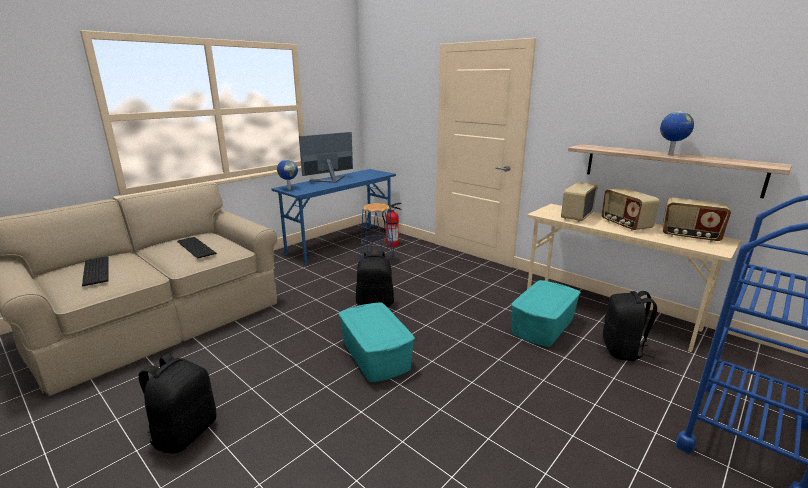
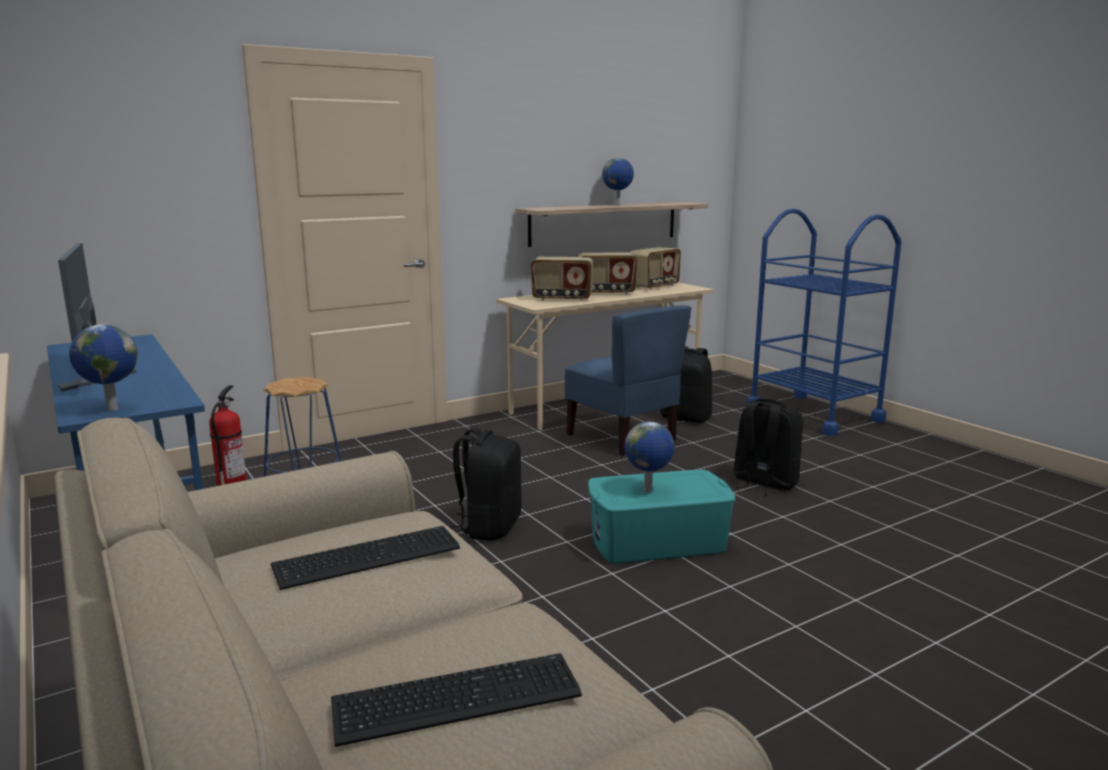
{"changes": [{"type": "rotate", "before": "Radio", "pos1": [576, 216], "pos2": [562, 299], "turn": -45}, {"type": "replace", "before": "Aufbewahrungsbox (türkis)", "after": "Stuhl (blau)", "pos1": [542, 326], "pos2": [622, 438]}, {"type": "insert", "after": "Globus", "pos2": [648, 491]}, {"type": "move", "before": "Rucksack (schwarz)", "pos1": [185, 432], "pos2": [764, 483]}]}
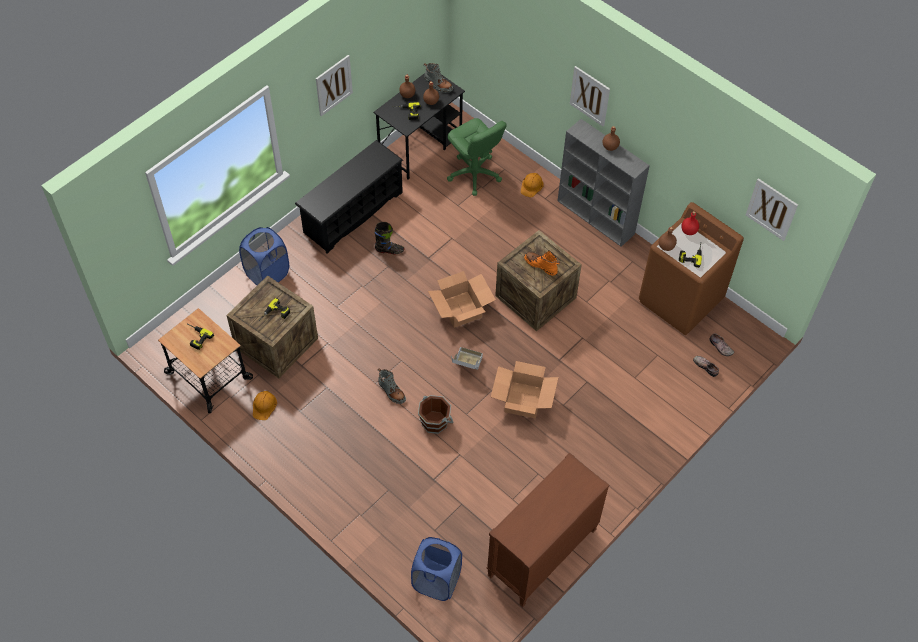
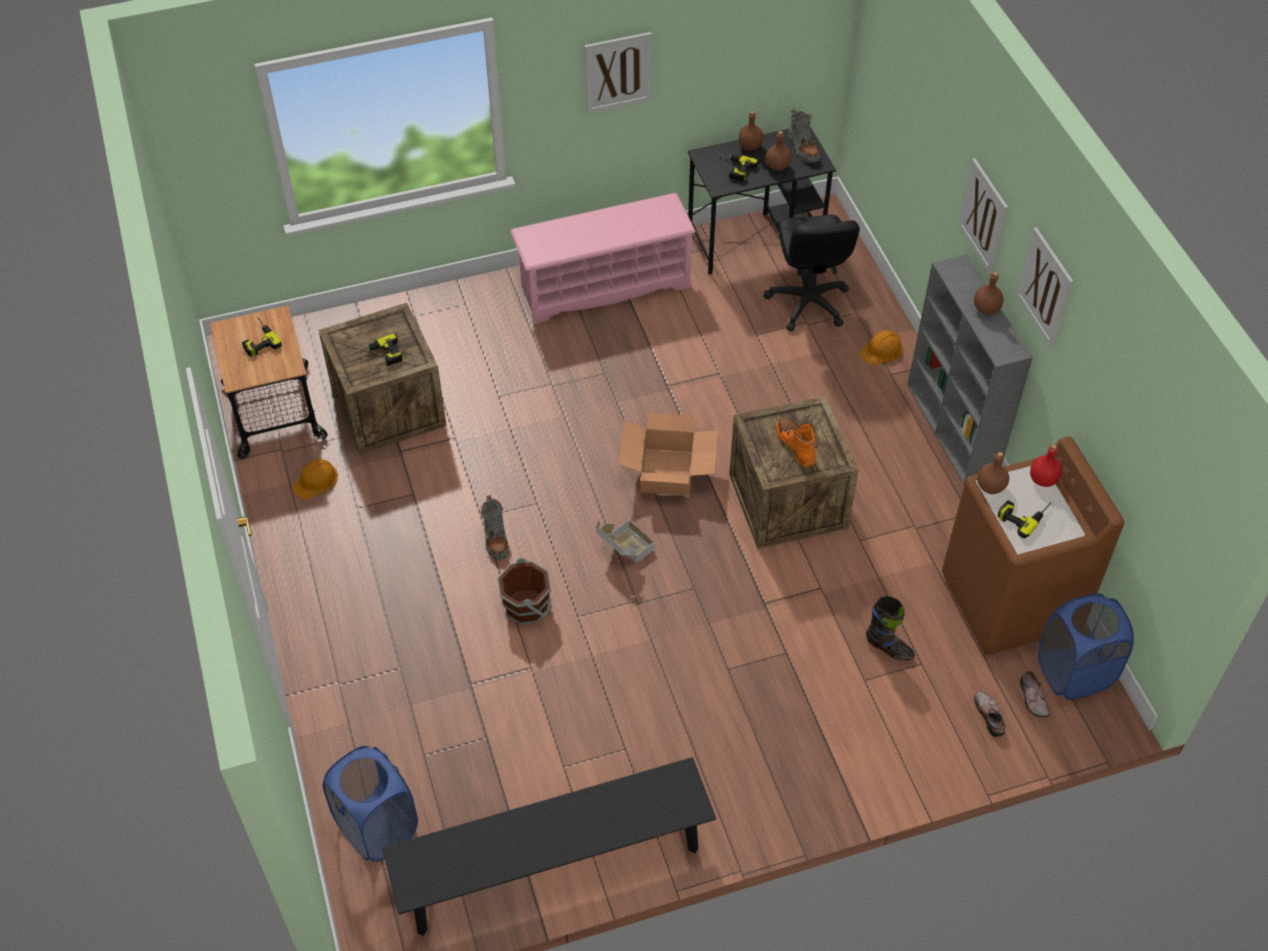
{"changes": [{"type": "replace", "before": "Kommode (braun)", "after": "Bank (schwarz)", "pos1": [542, 554], "pos2": [553, 868]}, {"type": "recolor", "before": "Schuhregal (schwarz)", "after": "Schuhregal (rosa)", "pos1": [352, 212], "pos2": [604, 286]}, {"type": "recolor", "before": "Bürostuhl (grün)", "after": "Bürostuhl (schwarz)", "pos1": [474, 174], "pos2": [807, 303]}, {"type": "move", "before": "Stiefel (schwarz)", "pos1": [389, 250], "pos2": [889, 648]}, {"type": "move", "before": "Bild", "pos1": [771, 209], "pos2": [1045, 288]}, {"type": "move", "before": "Wäschekorb (blau)", "pos1": [267, 273], "pos2": [1074, 672]}, {"type": "delete", "before": "Karton", "pos1": [523, 400]}]}
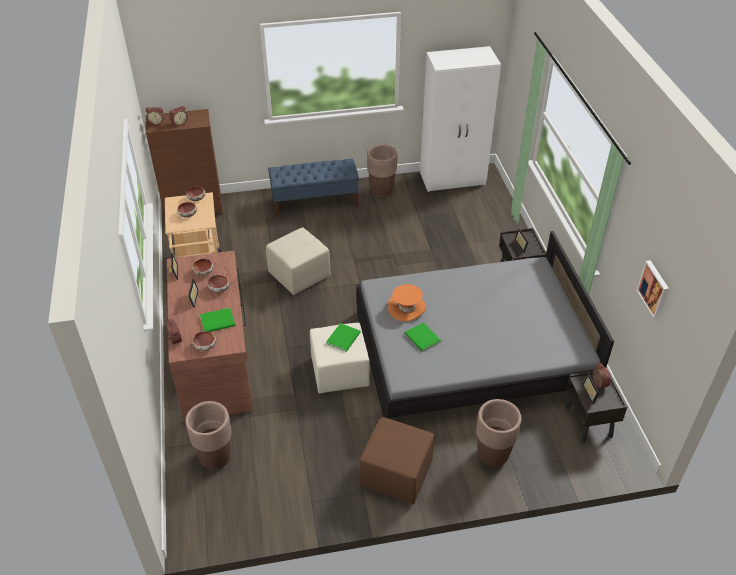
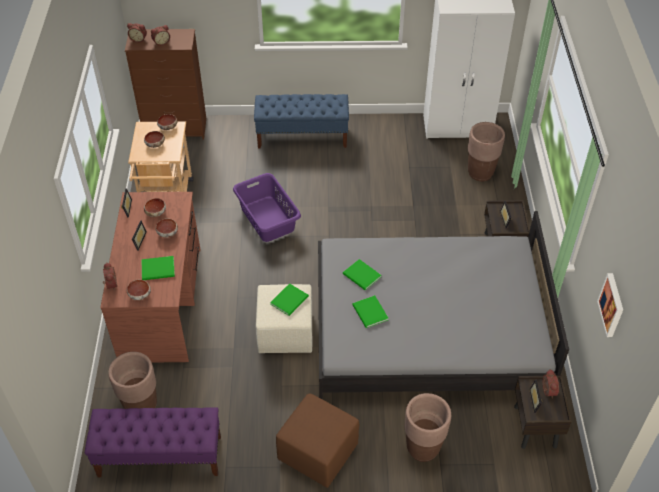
{"changes": [{"type": "insert", "after": "Bank (lila)", "pos2": [159, 456]}, {"type": "replace", "before": "Polsterhocker (beige)", "after": "Wäschekorb (lila)", "pos1": [299, 276], "pos2": [267, 219]}, {"type": "replace", "before": "Hut (orange)", "after": "Buch (grün)", "pos1": [406, 308], "pos2": [362, 276]}, {"type": "move", "before": "Pflanzkübel (braun)", "pos1": [381, 192], "pos2": [480, 173]}]}
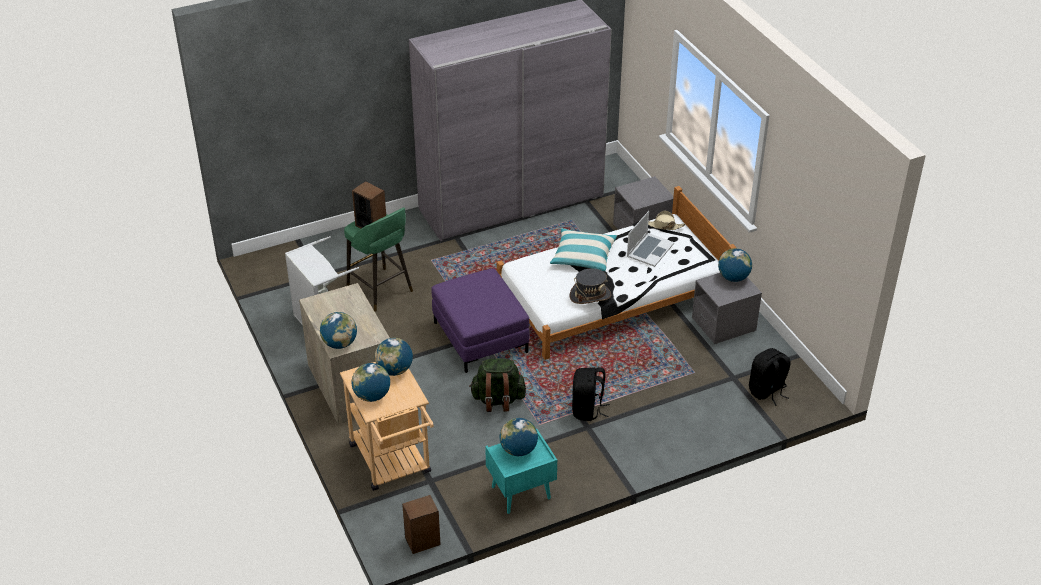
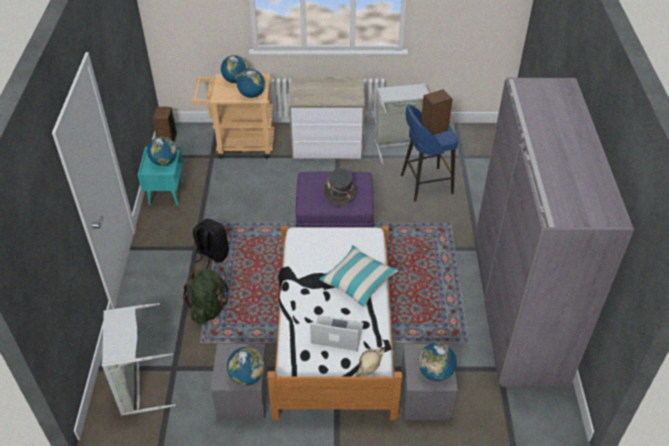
{"changes": [{"type": "replace", "before": "Rucksack (schwarz)", "after": "Wäschekorb (grau)", "pos1": [767, 391], "pos2": [139, 385]}, {"type": "move", "before": "Rucksack (grün)", "pos1": [498, 400], "pos2": [210, 308]}, {"type": "rotate", "before": "Laptop", "pos1": [650, 250], "pos2": [337, 334], "turn": 135}, {"type": "move", "before": "Hut (grau)", "pos1": [590, 295], "pos2": [340, 194]}, {"type": "recolor", "before": "Hocker (grün)", "after": "Hocker (blau)", "pos1": [381, 291], "pos2": [424, 184]}, {"type": "move", "before": "Globus", "pos1": [340, 343], "pos2": [435, 372]}]}
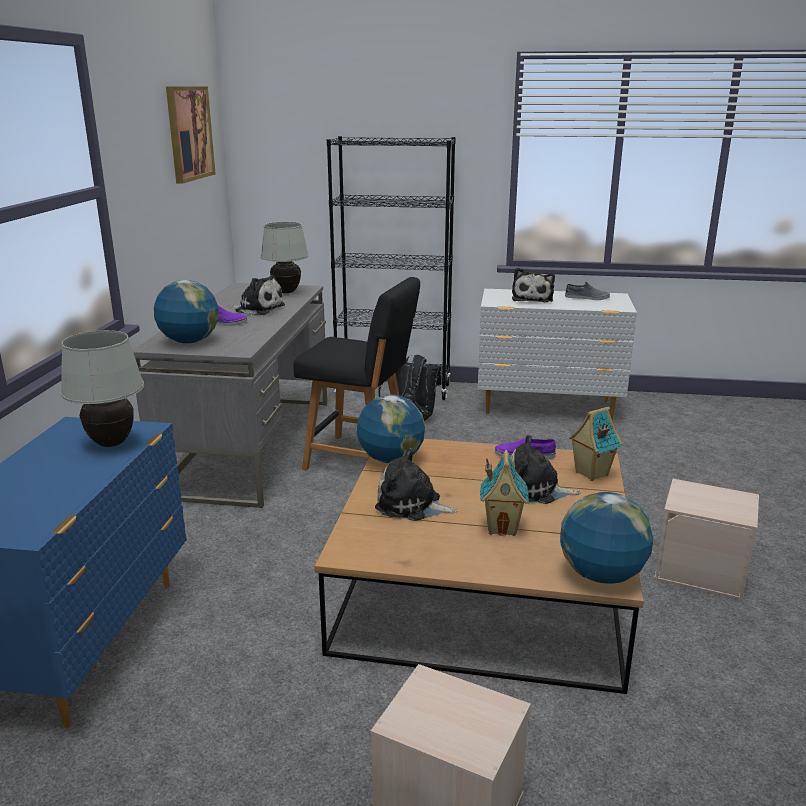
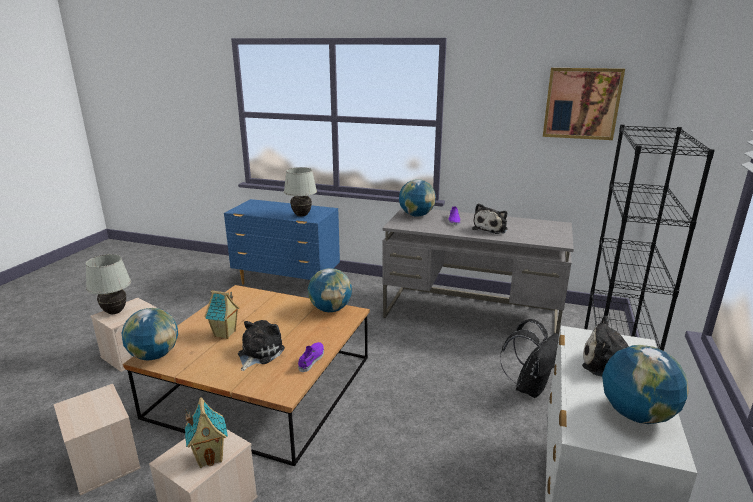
{"changes": [{"type": "insert", "after": "Aufbewahrungsbox (beige)", "pos2": [105, 461]}, {"type": "move", "before": "Tischlampe (weiß)", "pos1": [286, 292], "pos2": [115, 312]}, {"type": "move", "before": "Spielzeughaus", "pos1": [590, 474], "pos2": [210, 456]}, {"type": "replace", "before": "Schuh (grau)", "after": "Globus", "pos1": [587, 298], "pos2": [636, 414]}, {"type": "delete", "before": "Stuhl (schwarz)", "pos1": [360, 459]}, {"type": "delete", "before": "Plüschtier", "pos1": [412, 505]}]}
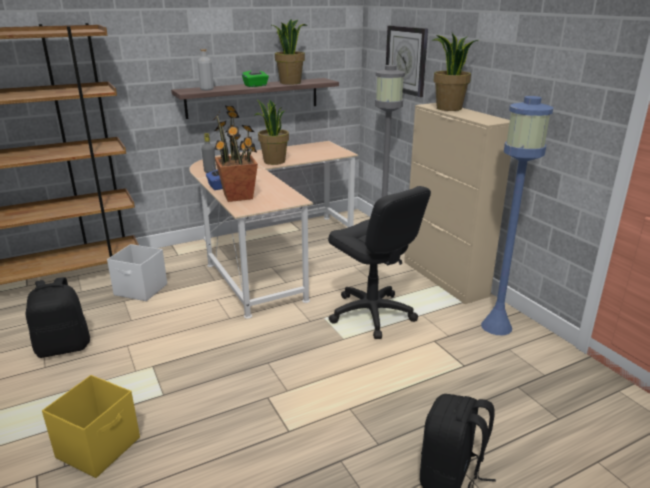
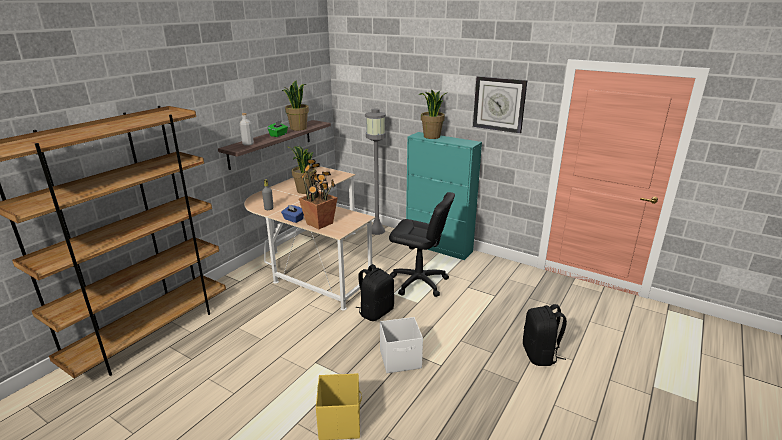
{"changes": [{"type": "move", "before": "Rucksack (schwarz)", "pos1": [64, 347], "pos2": [376, 312]}, {"type": "move", "before": "Aufbewahrungsbox (weiß)", "pos1": [141, 290], "pos2": [401, 359]}, {"type": "recolor", "before": "Schrank (beige)", "after": "Schrank (türkis)", "pos1": [444, 278], "pos2": [439, 247]}, {"type": "move", "before": "Wanduhr", "pos1": [406, 60], "pos2": [499, 104]}, {"type": "delete", "before": "Stehlampe (blau)", "pos1": [497, 326]}]}
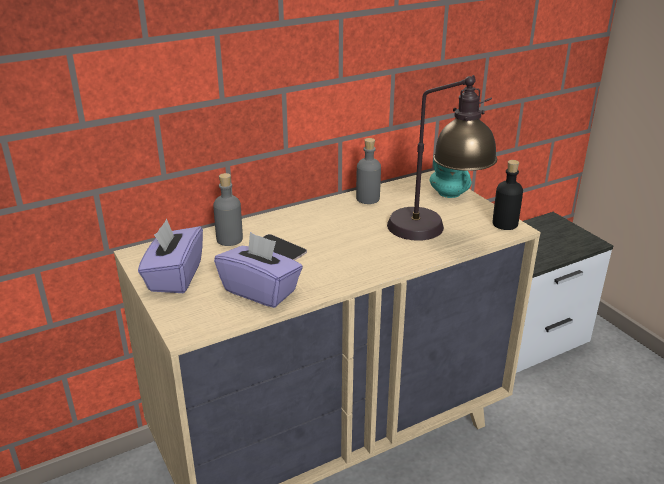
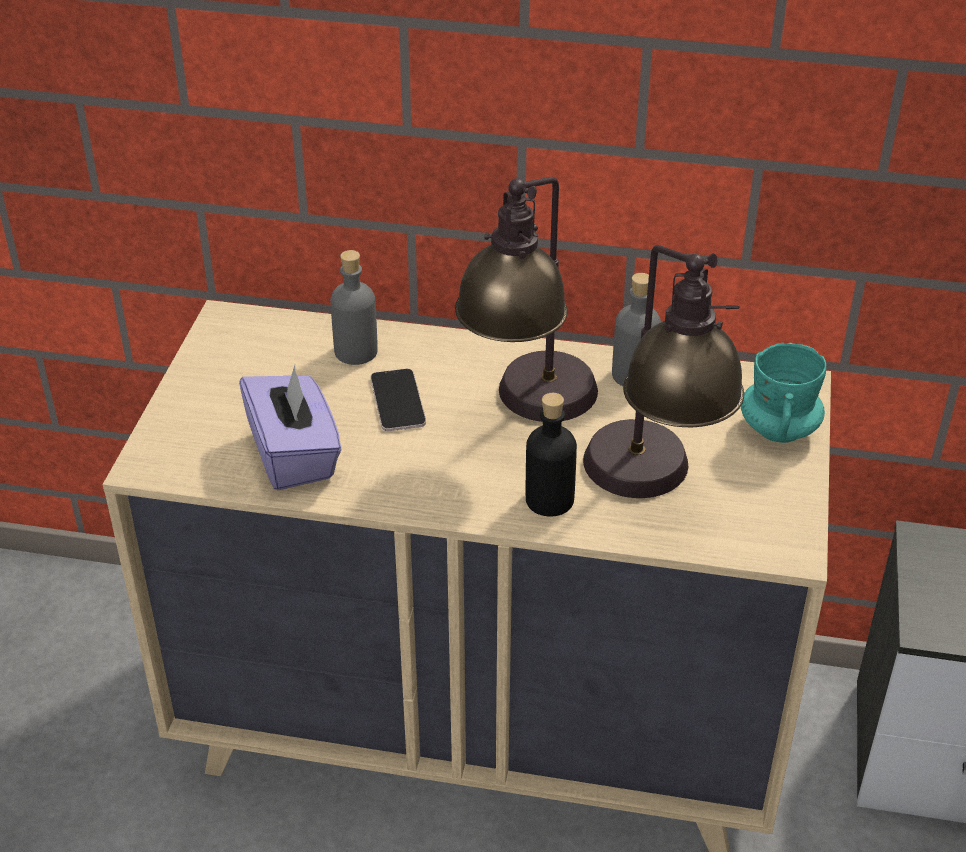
{"changes": [{"type": "insert", "after": "Tischlampe", "pos2": [529, 412]}, {"type": "move", "before": "Flasche (schwarz)", "pos1": [505, 224], "pos2": [549, 500]}, {"type": "delete", "before": "Taschentuchbox (lila)", "pos1": [174, 277]}]}
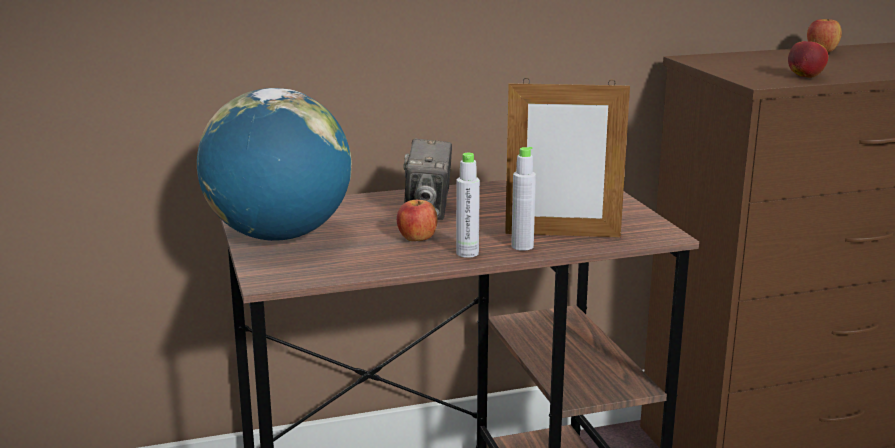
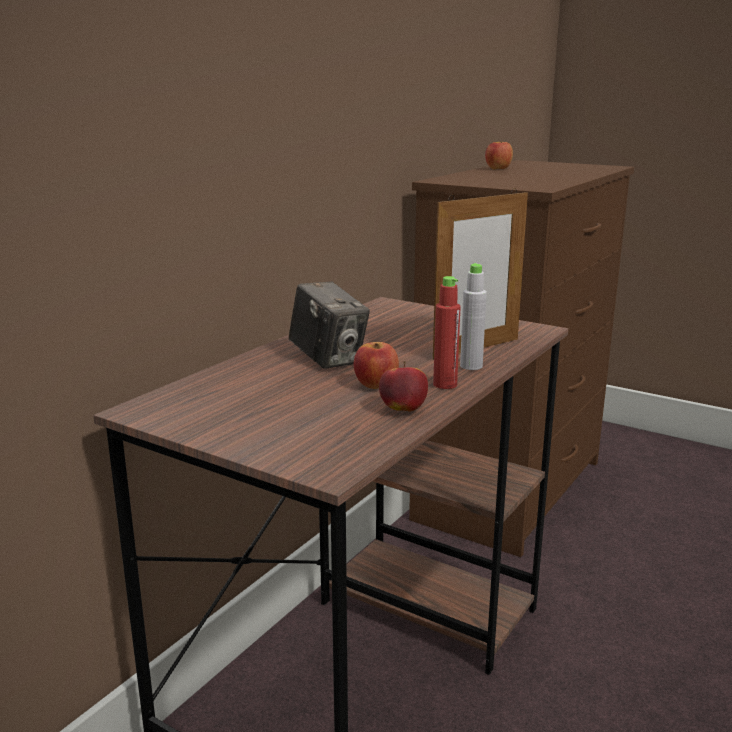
{"changes": [{"type": "move", "before": "Apfel", "pos1": [805, 77], "pos2": [403, 410]}, {"type": "recolor", "before": "Flasche (grau)", "after": "Flasche (rot)", "pos1": [467, 253], "pos2": [445, 384]}, {"type": "delete", "before": "Globus", "pos1": [279, 236]}]}
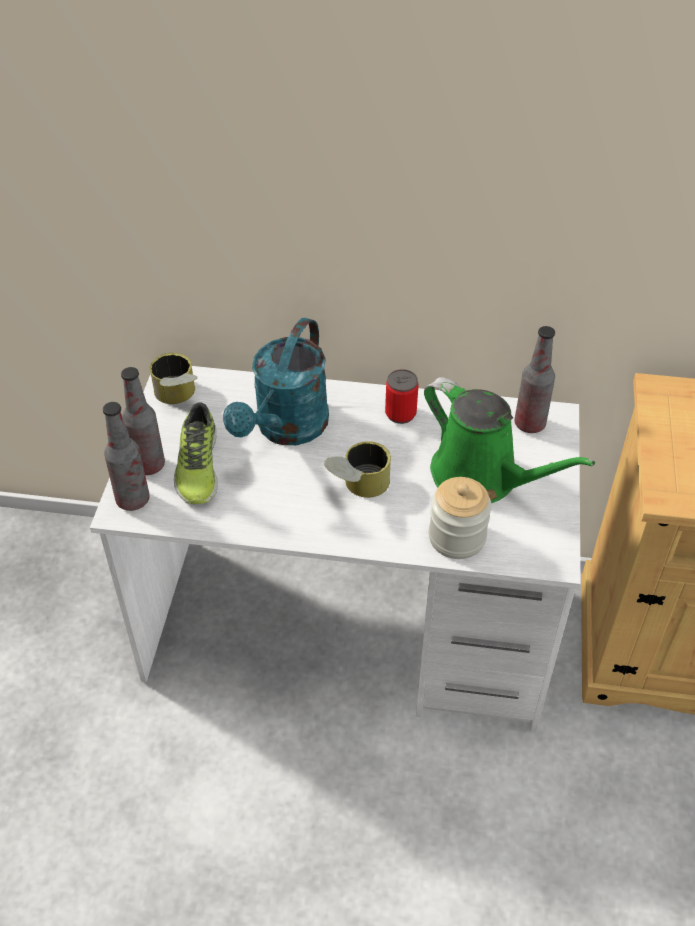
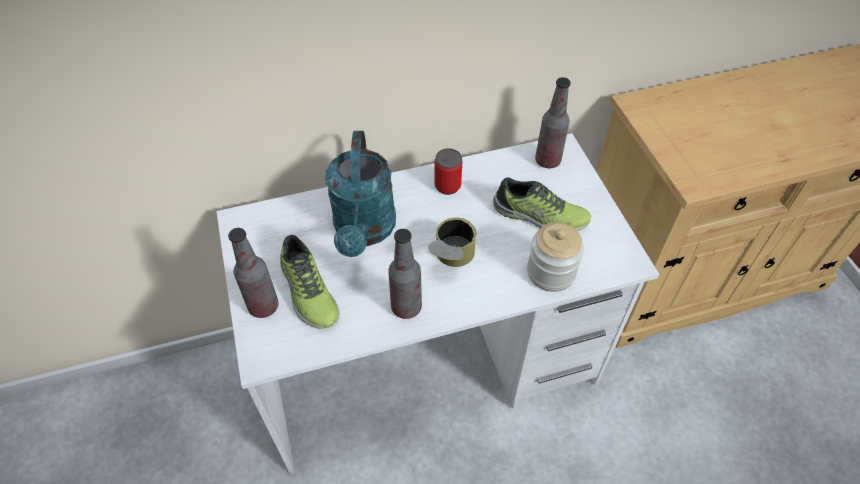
{"changes": [{"type": "move", "before": "Flasche", "pos1": [133, 500], "pos2": [406, 307]}, {"type": "replace", "before": "Gießkanne (grün)", "after": "Schuh", "pos1": [481, 478], "pos2": [539, 216]}, {"type": "delete", "before": "Dose", "pos1": [177, 398]}]}
